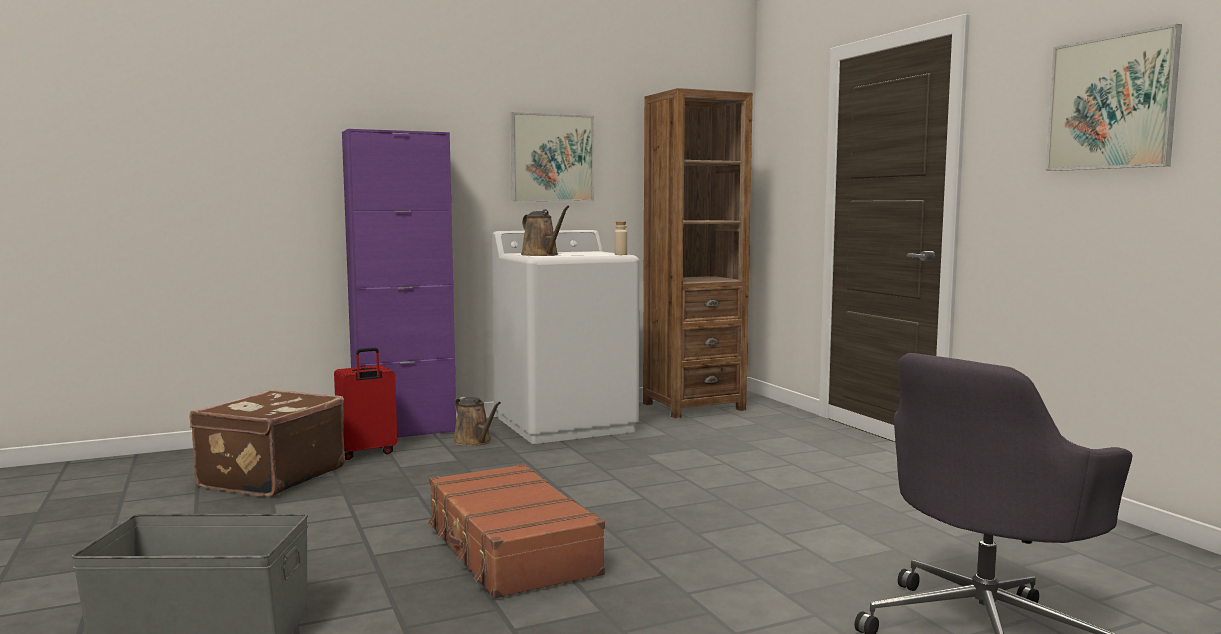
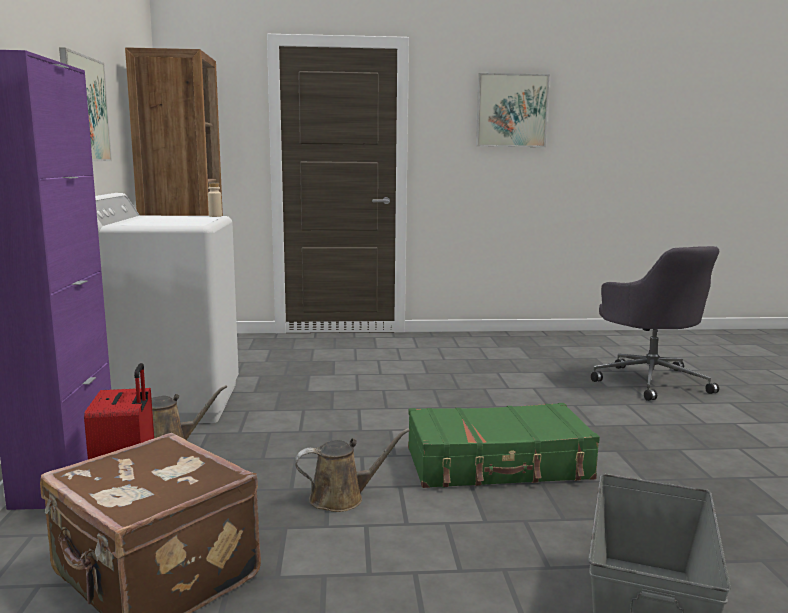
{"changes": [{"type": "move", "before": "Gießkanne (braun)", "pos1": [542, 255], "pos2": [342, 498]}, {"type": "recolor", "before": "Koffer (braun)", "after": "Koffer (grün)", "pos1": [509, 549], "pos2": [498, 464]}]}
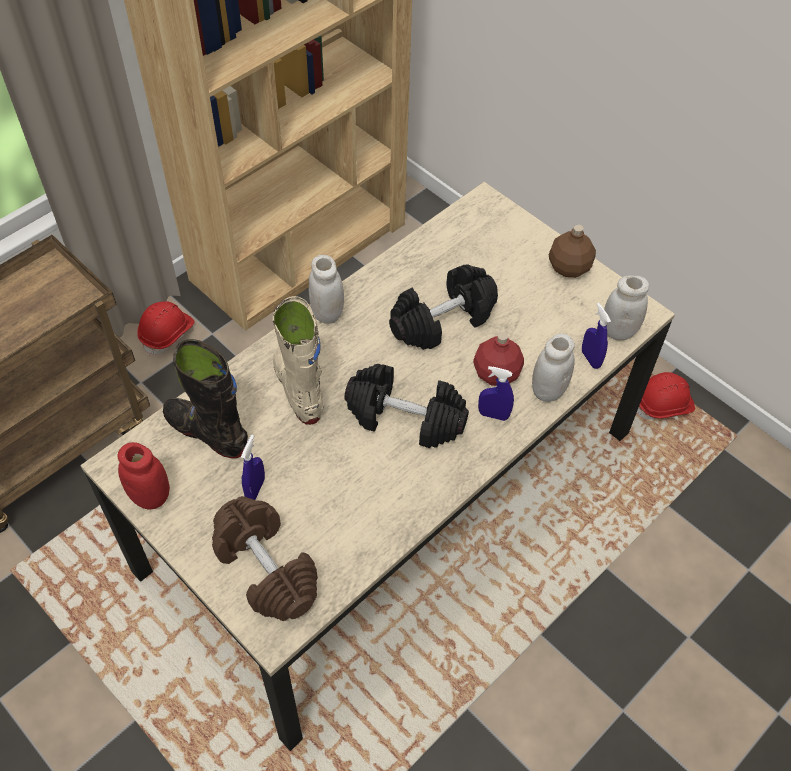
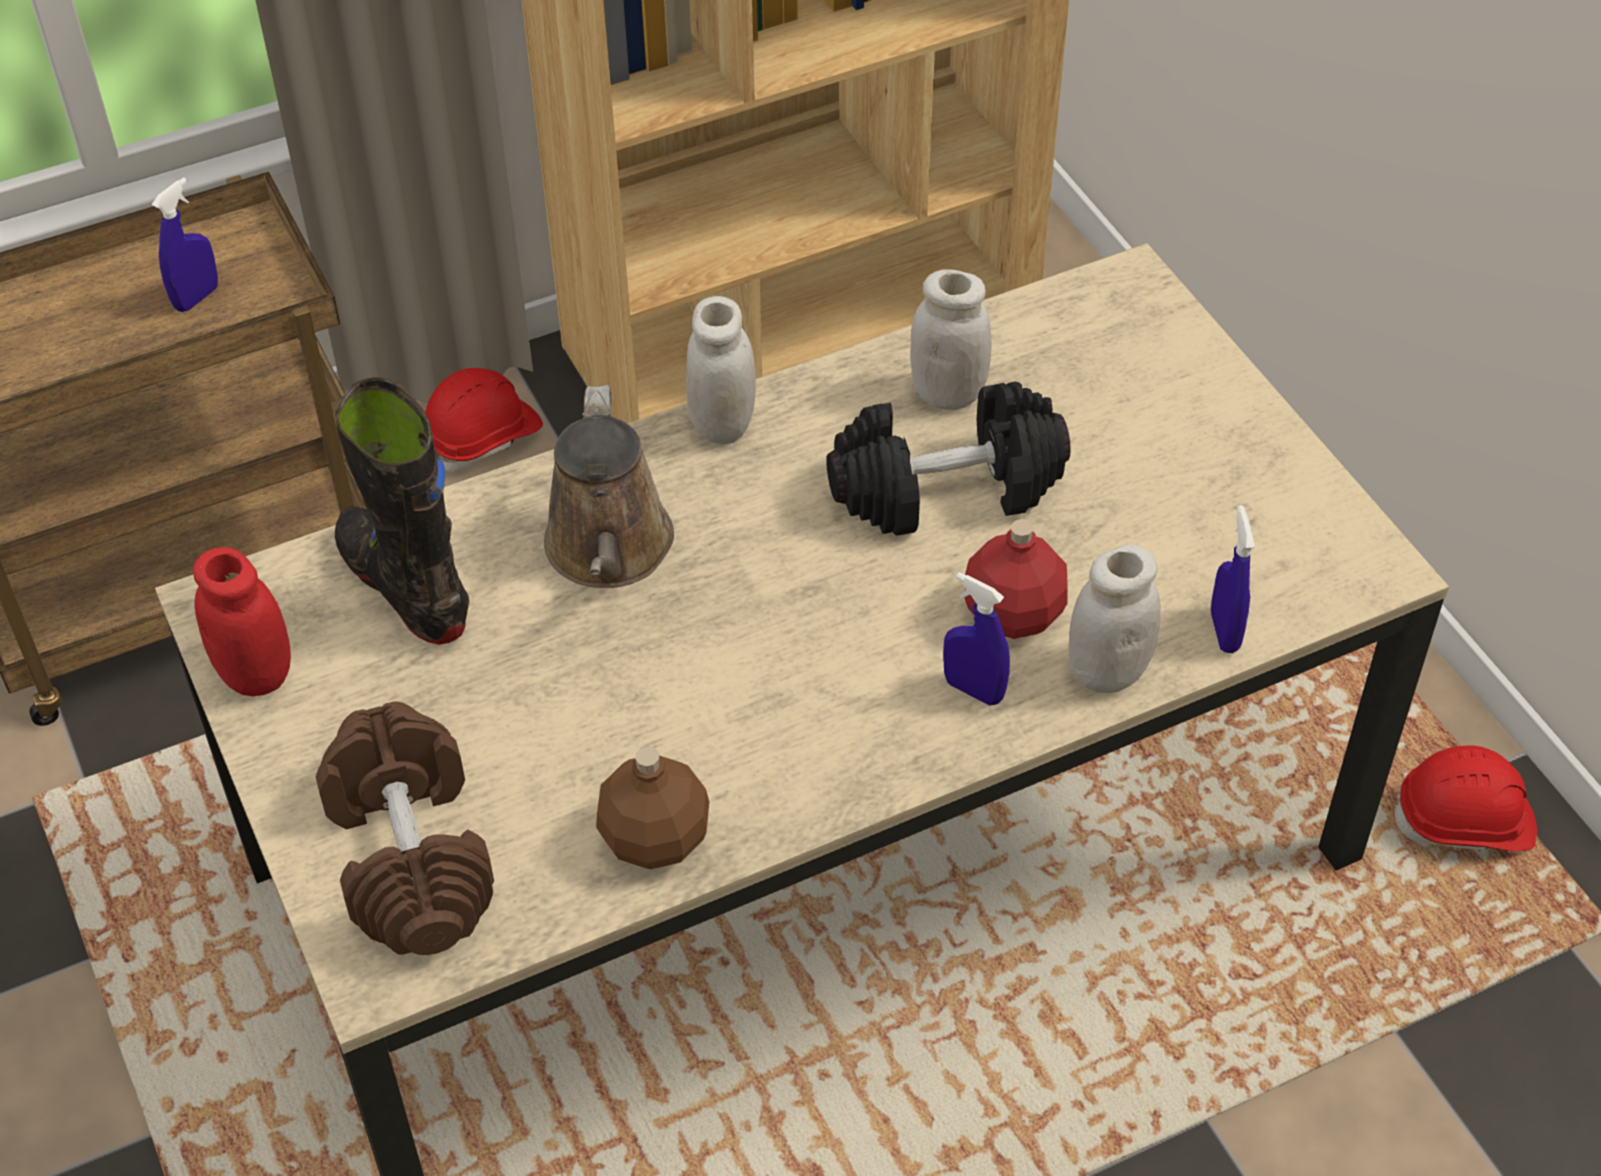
{"changes": [{"type": "move", "before": "Sprühflasche (blau)", "pos1": [255, 489], "pos2": [197, 298]}, {"type": "replace", "before": "Stiefel (beige)", "after": "Gießkanne (braun)", "pos1": [299, 389], "pos2": [609, 551]}, {"type": "move", "before": "Flasche (braun)", "pos1": [568, 268], "pos2": [654, 840]}, {"type": "move", "before": "Vorratsglas (weiß)", "pos1": [618, 331], "pos2": [948, 393]}, {"type": "delete", "before": "Hantel (schwarz)", "pos1": [405, 418]}]}
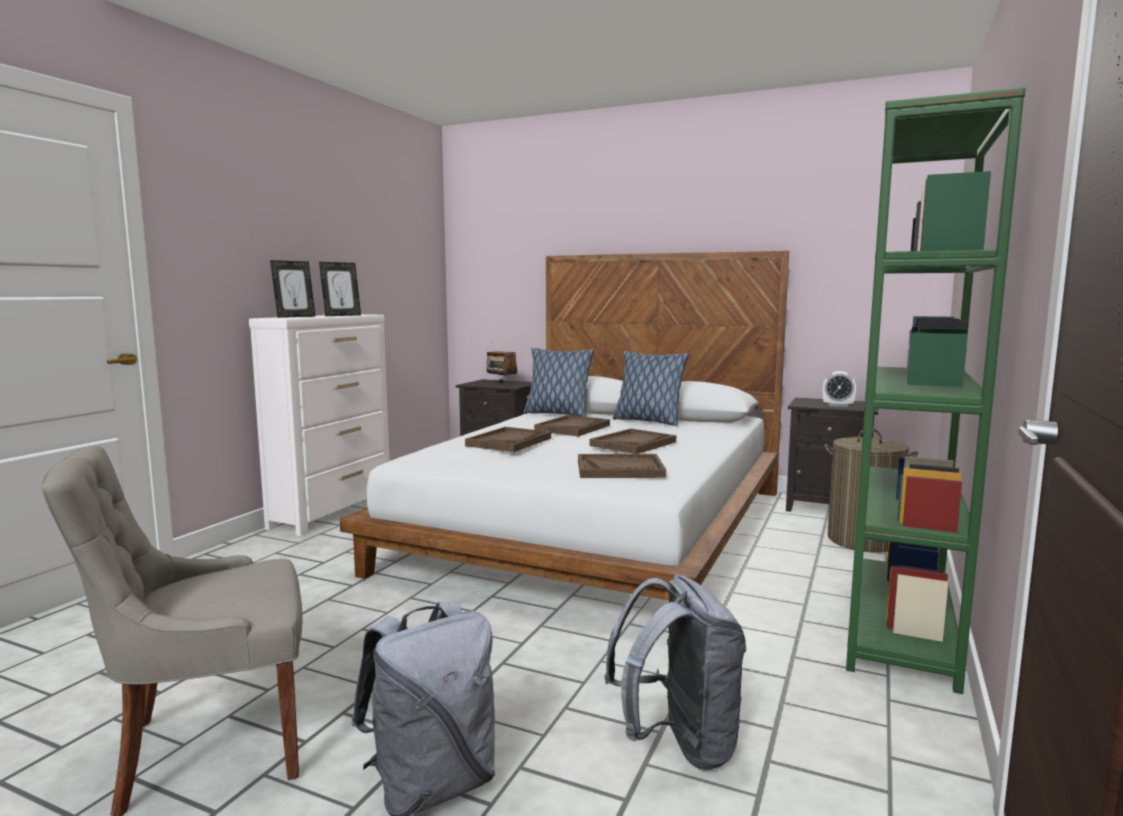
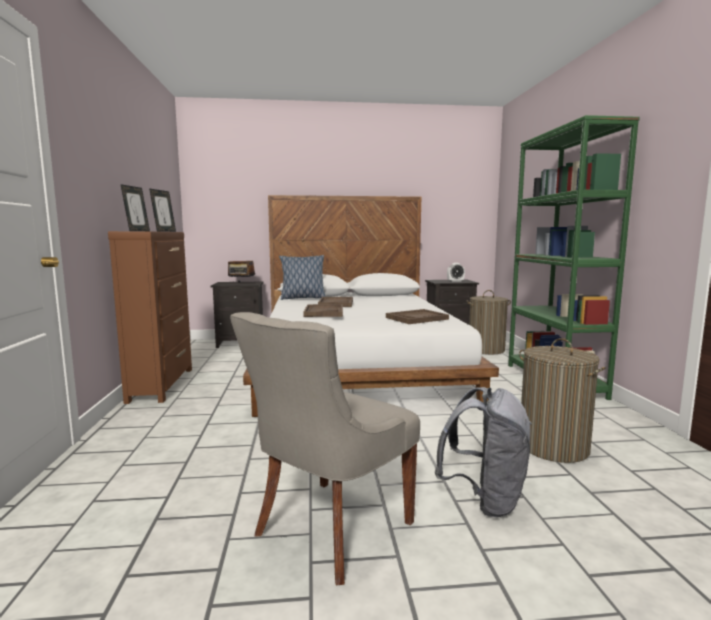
{"changes": [{"type": "recolor", "before": "Kommode (weiß)", "after": "Kommode (braun)", "pos1": [333, 512], "pos2": [162, 384]}, {"type": "replace", "before": "Rucksack (grau)", "after": "Wäschekorb", "pos1": [678, 744], "pos2": [553, 447]}, {"type": "delete", "before": "Tablett (braun)", "pos1": [633, 444]}, {"type": "delete", "before": "Kissen", "pos1": [647, 421]}]}
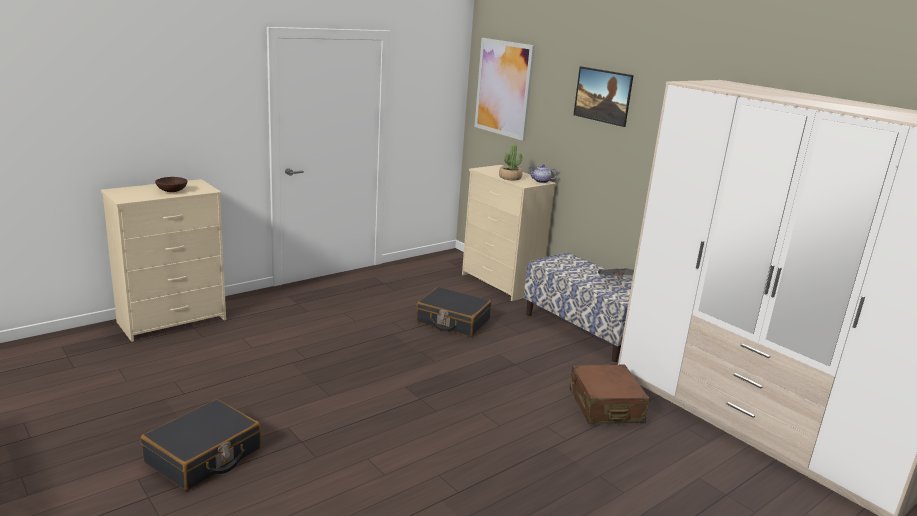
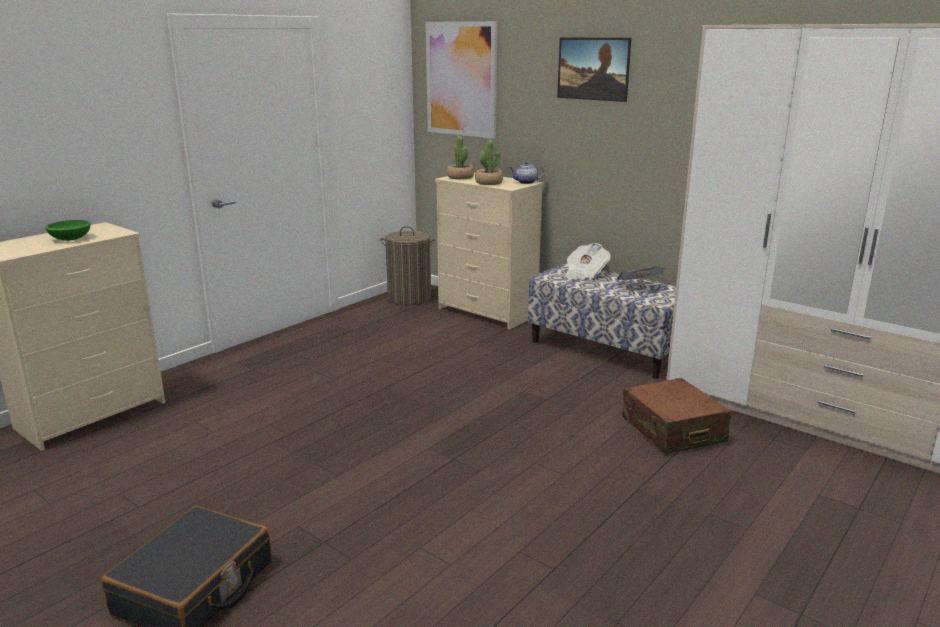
{"changes": [{"type": "recolor", "before": "Schüssel (braun)", "after": "Schüssel (grün)", "pos1": [172, 191], "pos2": [71, 239]}, {"type": "insert", "after": "Wäschekorb", "pos2": [409, 298]}, {"type": "insert", "after": "Topfpflanze", "pos2": [460, 177]}, {"type": "insert", "after": "Zeitung", "pos2": [584, 274]}, {"type": "delete", "before": "Koffer (schwarz)", "pos1": [452, 321]}]}
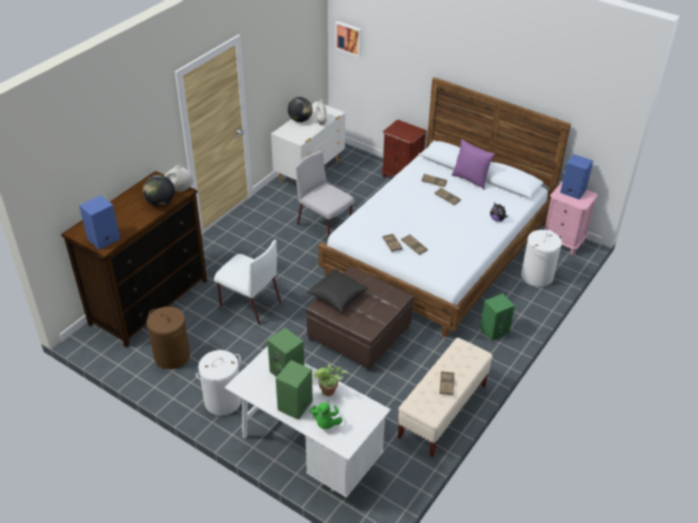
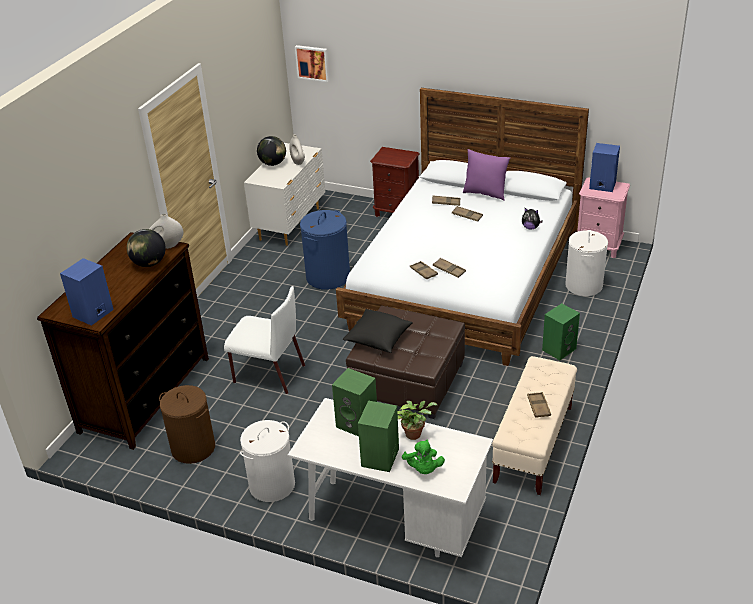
{"changes": [{"type": "replace", "before": "Stuhl (grau)", "after": "Wäschekorb (blau)", "pos1": [325, 226], "pos2": [328, 277]}]}
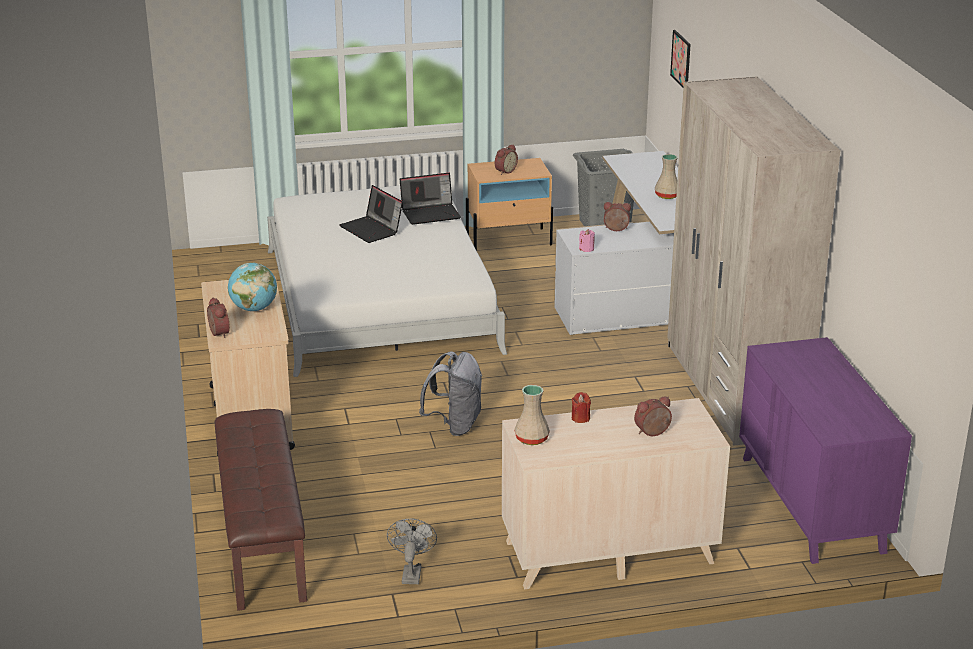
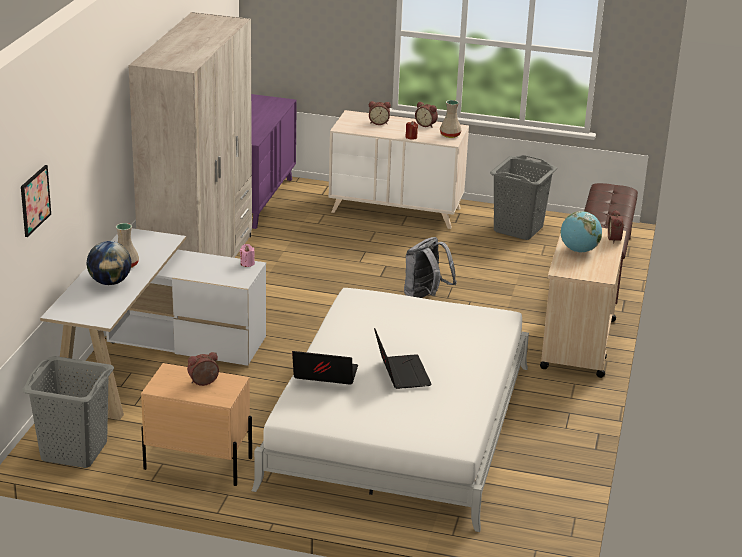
{"changes": [{"type": "insert", "after": "Globus", "pos2": [110, 282]}, {"type": "move", "before": "Wecker", "pos1": [616, 229], "pos2": [426, 125]}, {"type": "replace", "before": "Ventilator (grau)", "after": "Wäschekorb (grau)", "pos1": [411, 572], "pos2": [518, 229]}]}
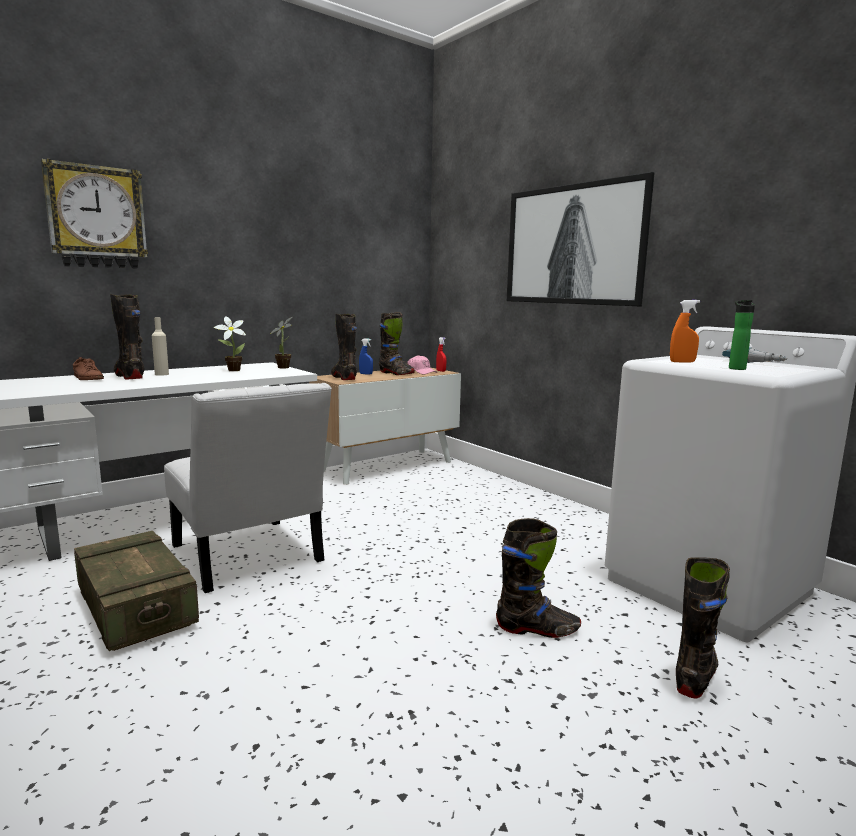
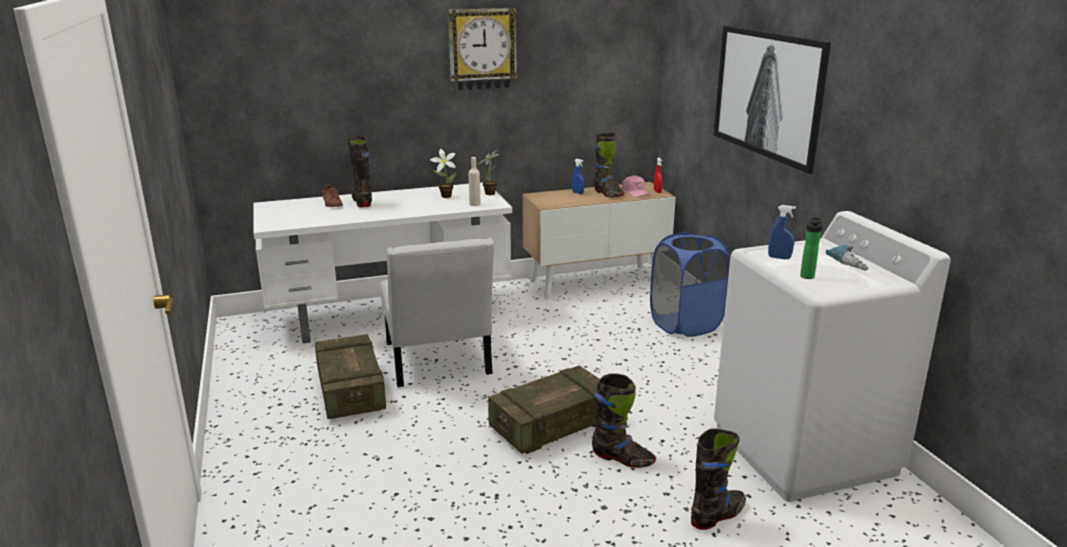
{"changes": [{"type": "move", "before": "Wanduhr", "pos1": [96, 217], "pos2": [482, 49]}, {"type": "move", "before": "Flasche (beige)", "pos1": [161, 374], "pos2": [475, 204]}, {"type": "insert", "after": "Kiste", "pos2": [552, 425]}, {"type": "insert", "after": "Wäschekorb (blau)", "pos2": [685, 324]}, {"type": "recolor", "before": "Sprühflasche (orange)", "after": "Sprühflasche (blau)", "pos1": [682, 362], "pos2": [779, 258]}, {"type": "delete", "before": "Stiefel (schwarz)", "pos1": [344, 378]}]}
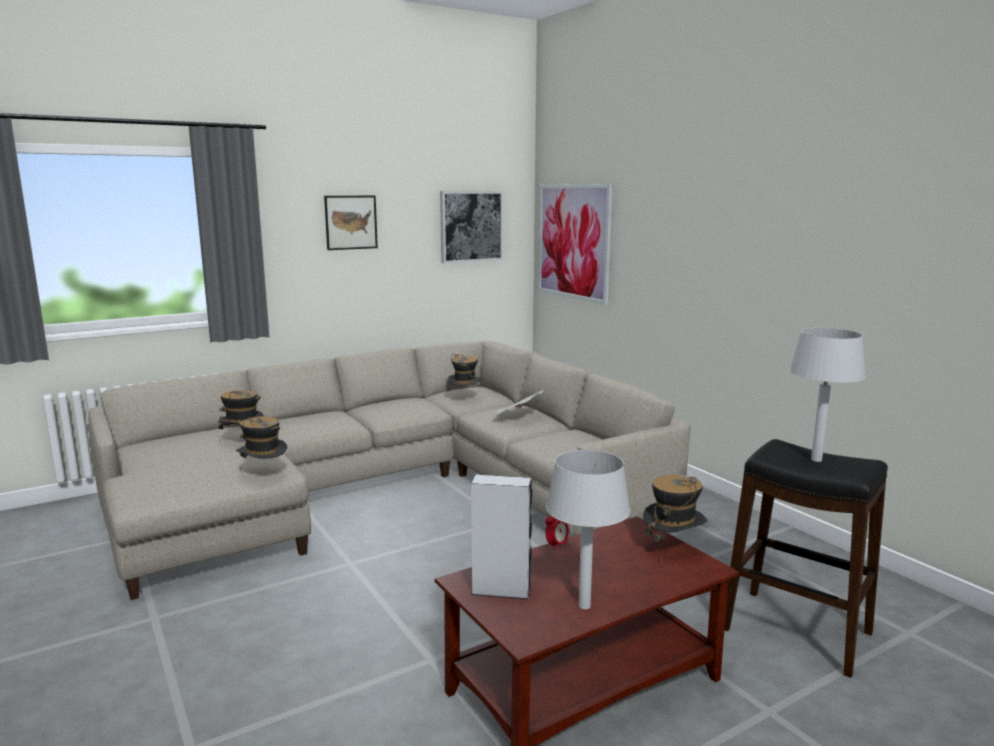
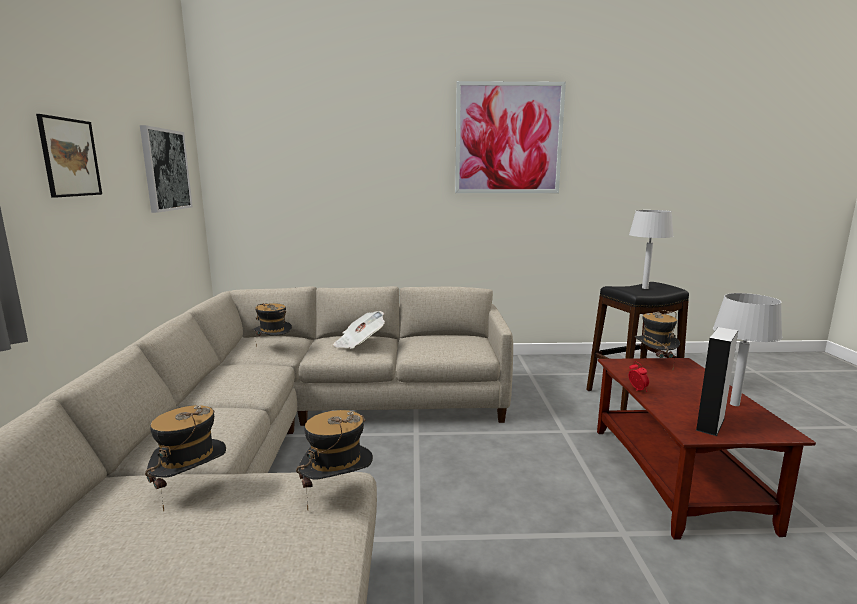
{"changes": [{"type": "move", "before": "Bild", "pos1": [573, 241], "pos2": [508, 138]}]}
